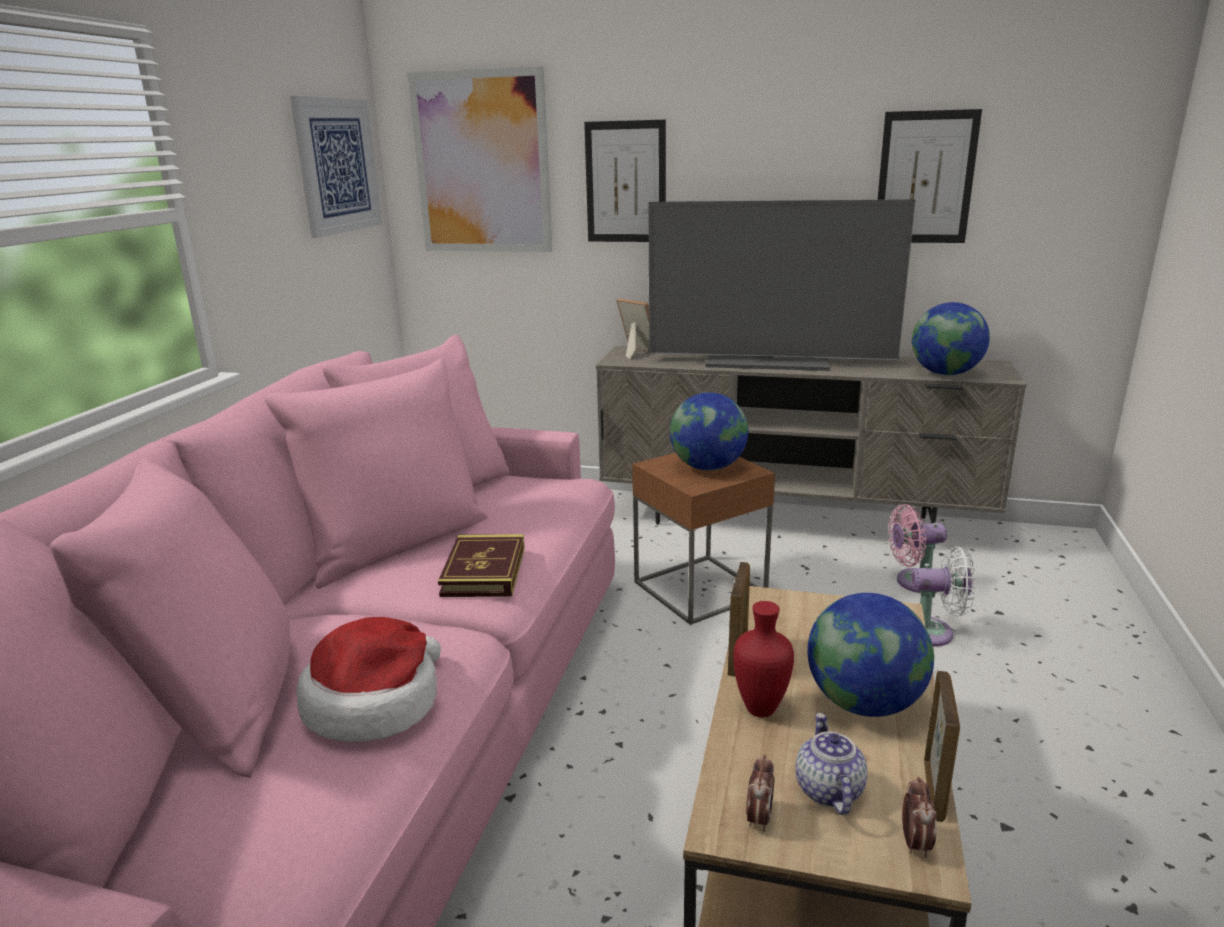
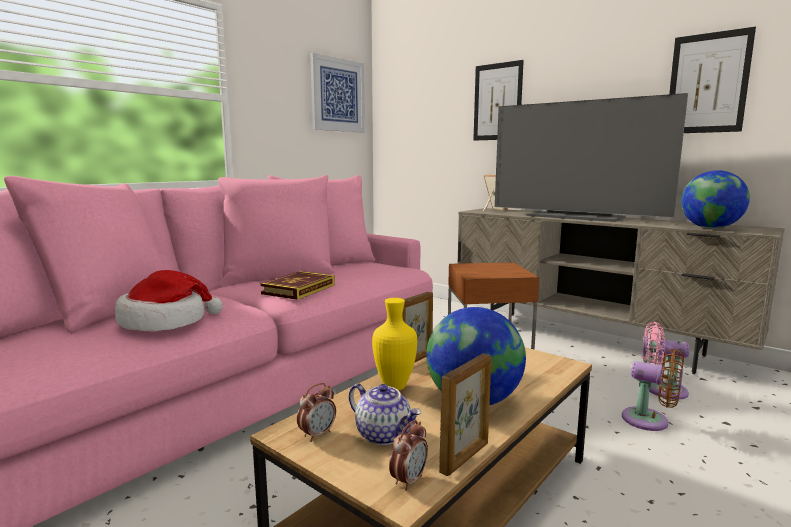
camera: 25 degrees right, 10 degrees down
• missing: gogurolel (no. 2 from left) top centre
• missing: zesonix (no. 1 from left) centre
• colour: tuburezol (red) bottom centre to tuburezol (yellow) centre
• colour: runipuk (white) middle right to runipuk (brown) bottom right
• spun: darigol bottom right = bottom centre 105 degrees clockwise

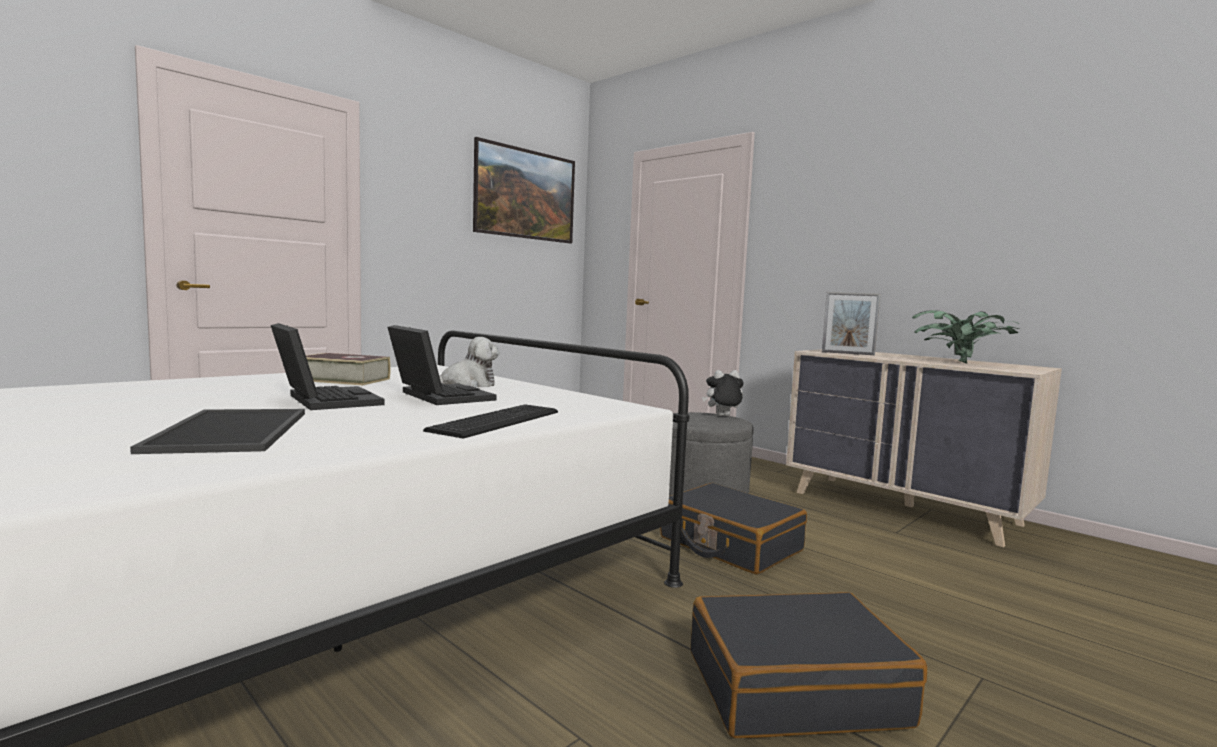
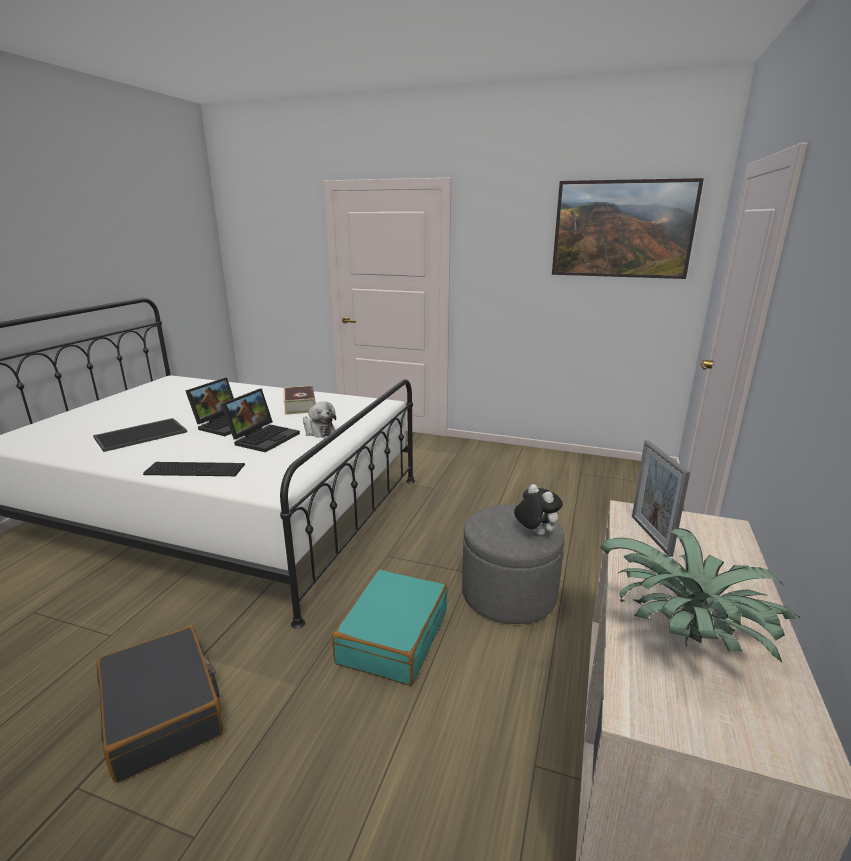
camera: 65 degrees right, 15 degrees up
• colour: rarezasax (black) (no. 1 from left) bottom centre to rarezasax (turquoise) bottom centre

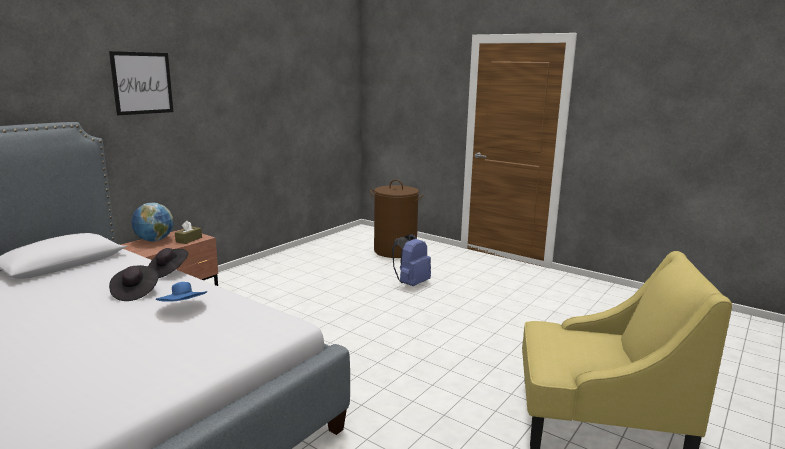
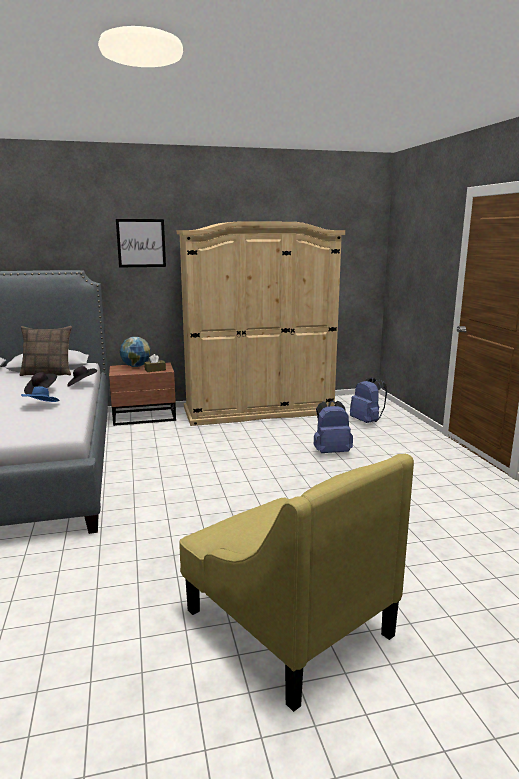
camera: 40 degrees right, 0 degrees up
• appeared: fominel middle left
• appeared: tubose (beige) centre
• exchanged: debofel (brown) centre to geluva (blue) (no. 2 from left) middle right

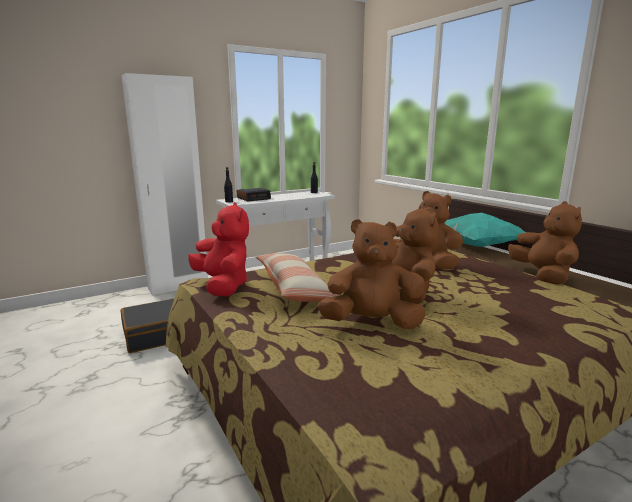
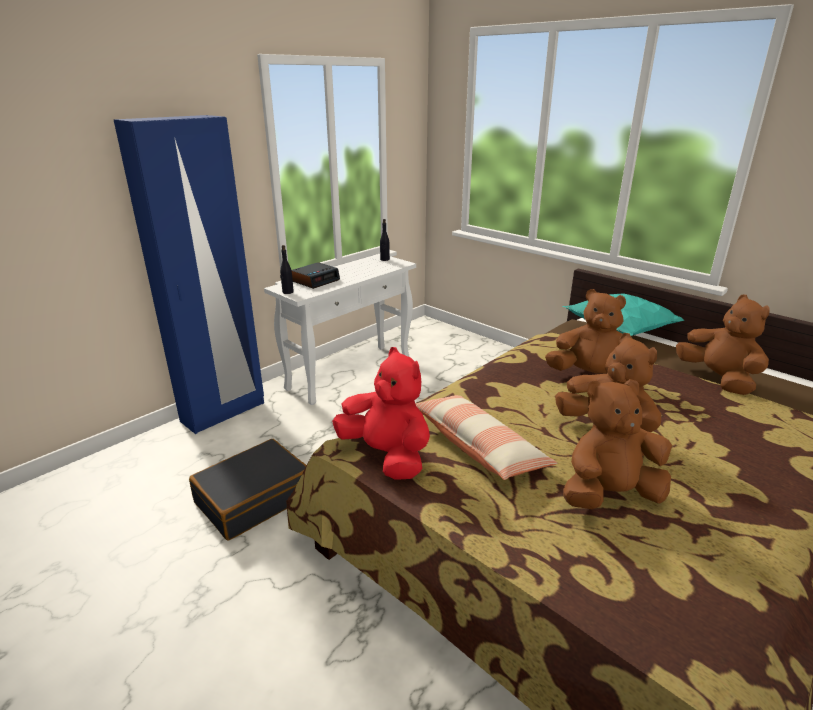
camera: 15 degrees left, 10 degrees up
• colour: tubose (white) middle left to tubose (blue) middle left

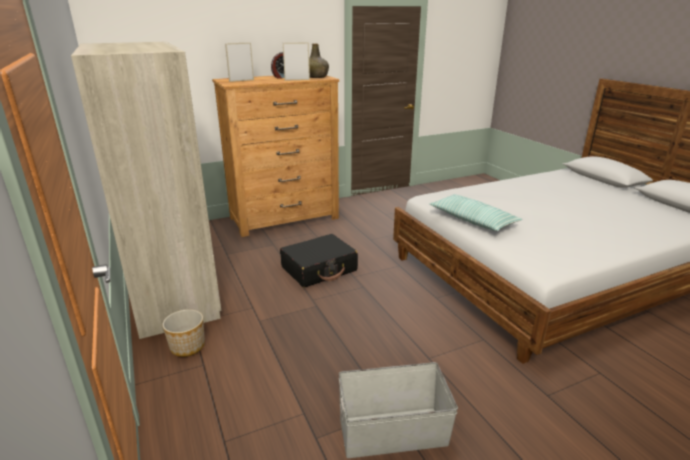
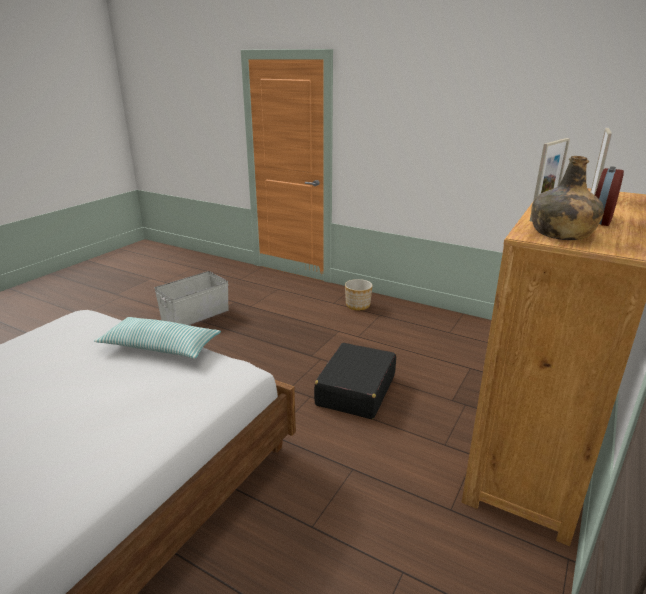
camera: 145 degrees right, 0 degrees up
• missing: tubose (beige) middle left

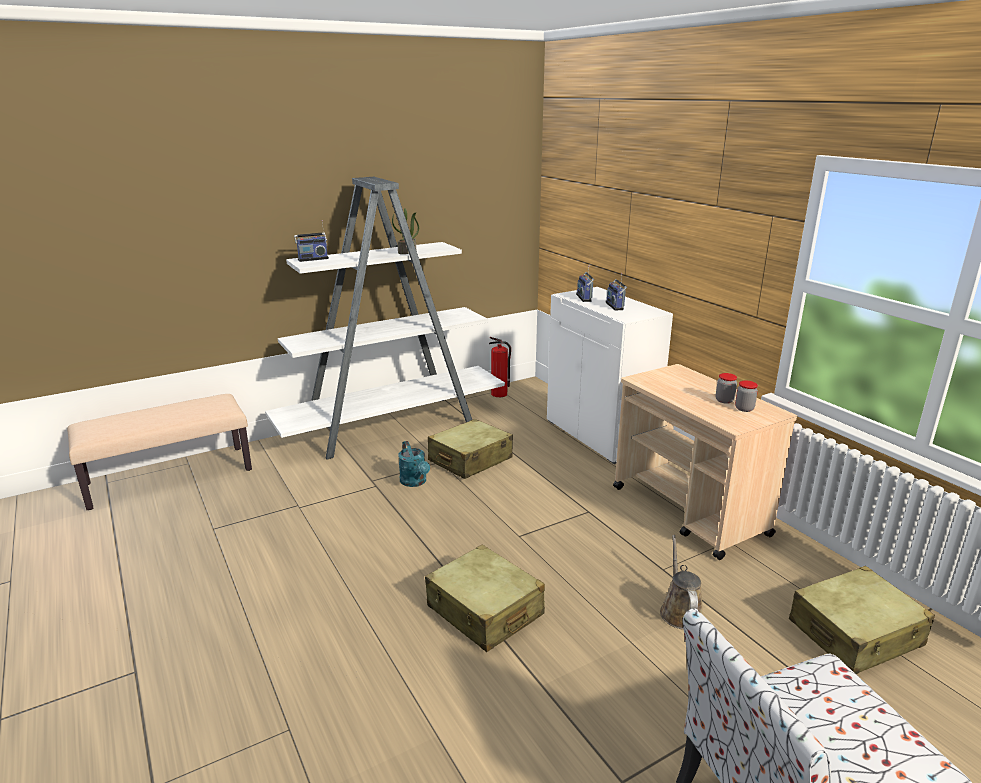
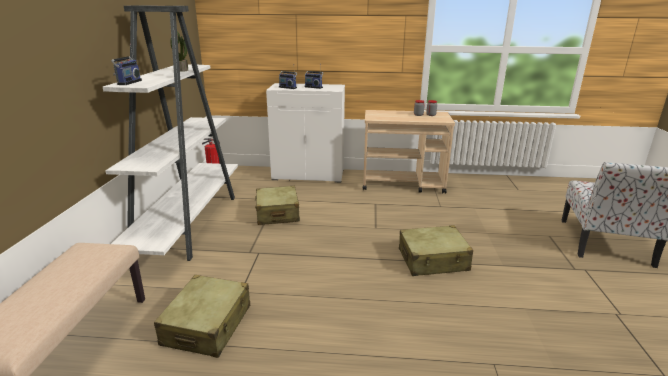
camera: 55 degrees left, 0 degrees up
• missing: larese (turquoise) centre
• missing: larese (brown) bottom right
• relocated: rarezasax (beige) (no. 3 from left in the first image) bottom right to rarezasax (beige) (no. 1 from left) bottom left

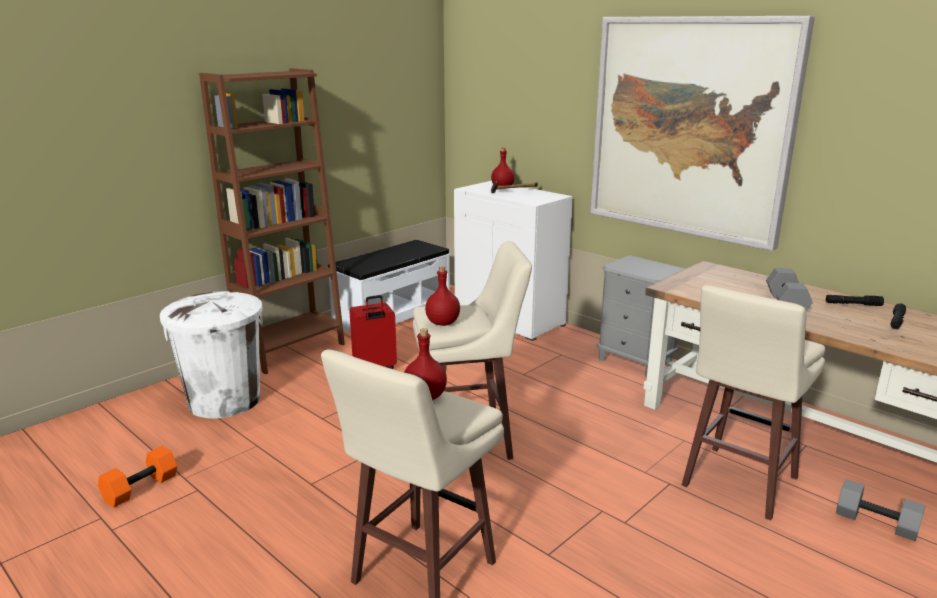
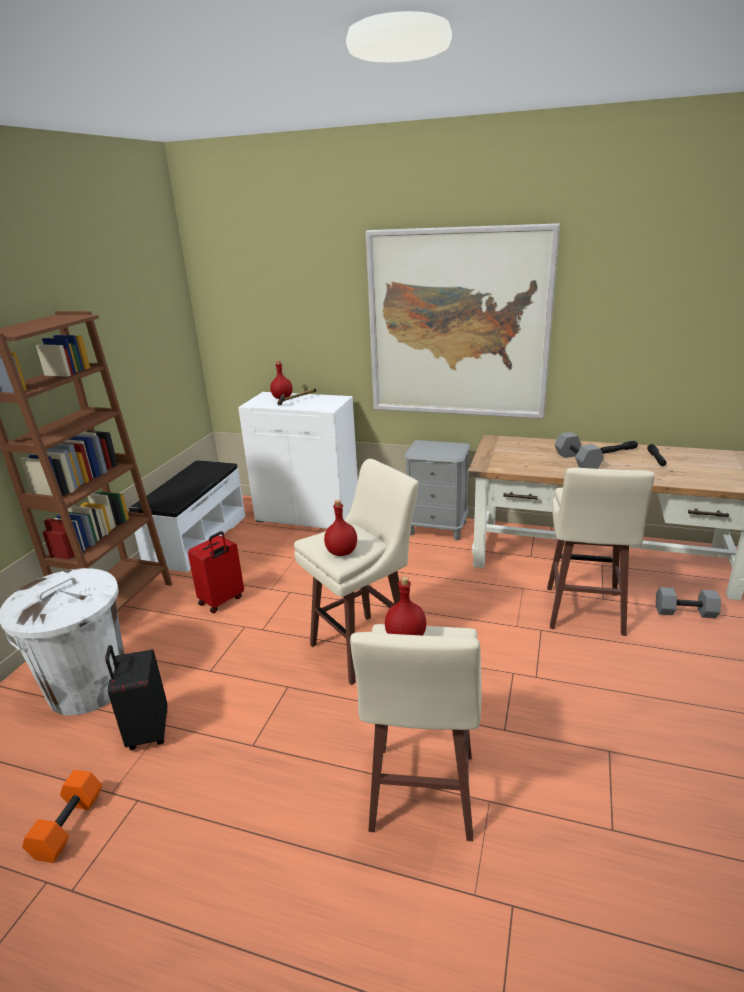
camera: 25 degrees left, 5 degrees up
• appeared: rarezasax (black) bottom left

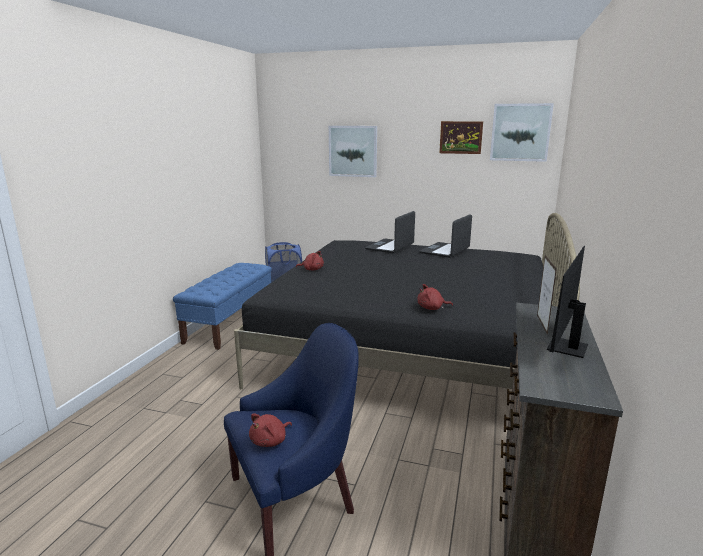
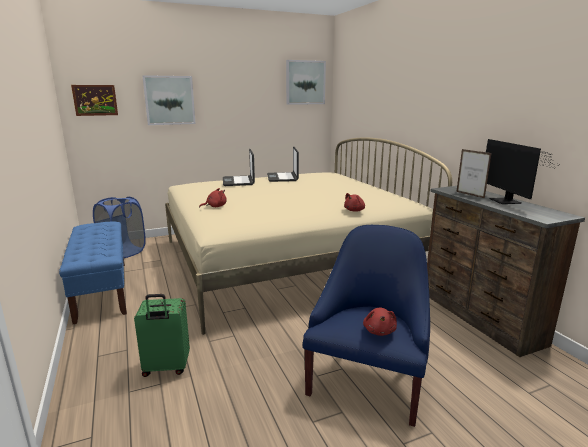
camera: 40 degrees left, 0 degrees up
• appeared: rarezasax (green) bottom left
• relocated: gogurolel (no. 2 from left in the first image) top centre to gogurolel (no. 1 from left) top left
• colour: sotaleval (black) centre to sotaleval (beige) centre

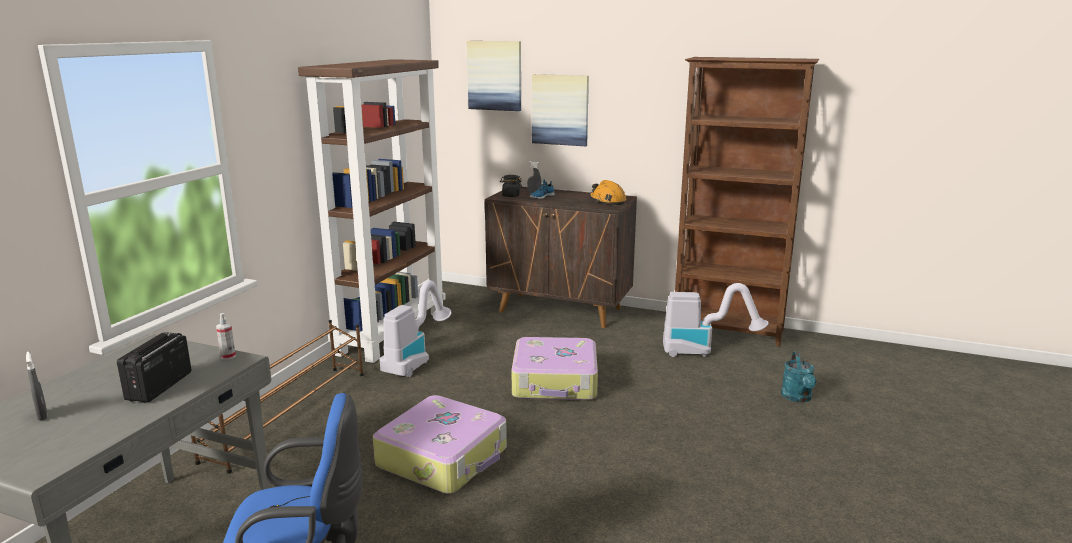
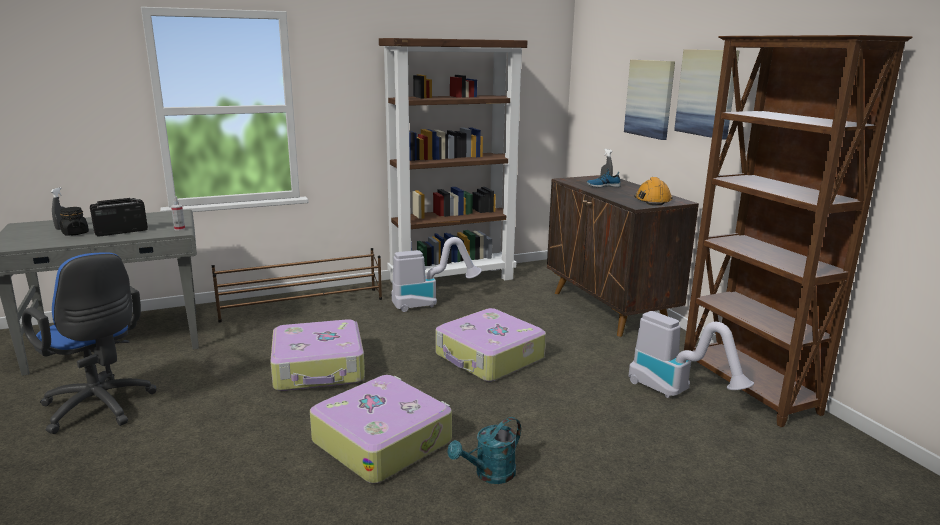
camera: 45 degrees right, 0 degrees up
• appeared: rarezasax (no. 2 from left) bottom centre
• relocated: gogurolel (no. 1 from left in the first image) top centre to gogurolel (no. 2 from left) top right
• relocated: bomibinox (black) centre to middle left
• relocated: larese (turquoise) bottom right to bottom centre

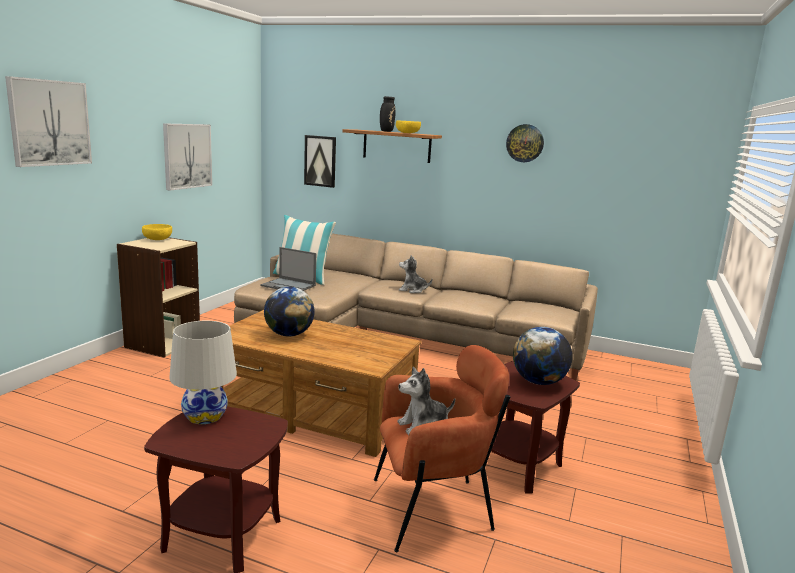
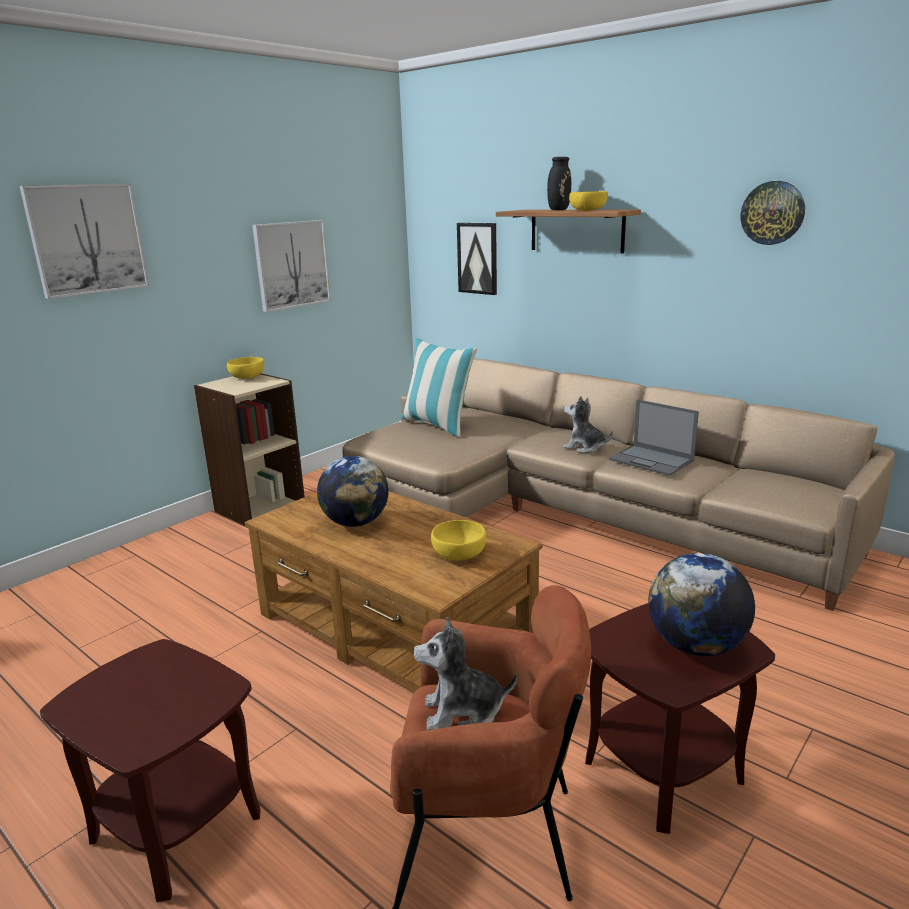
camera: 20 degrees right, 5 degrees up
• missing: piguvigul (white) middle left
• appeared: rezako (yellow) (no. 2 from left) centre
• relocated: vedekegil centre to middle right

